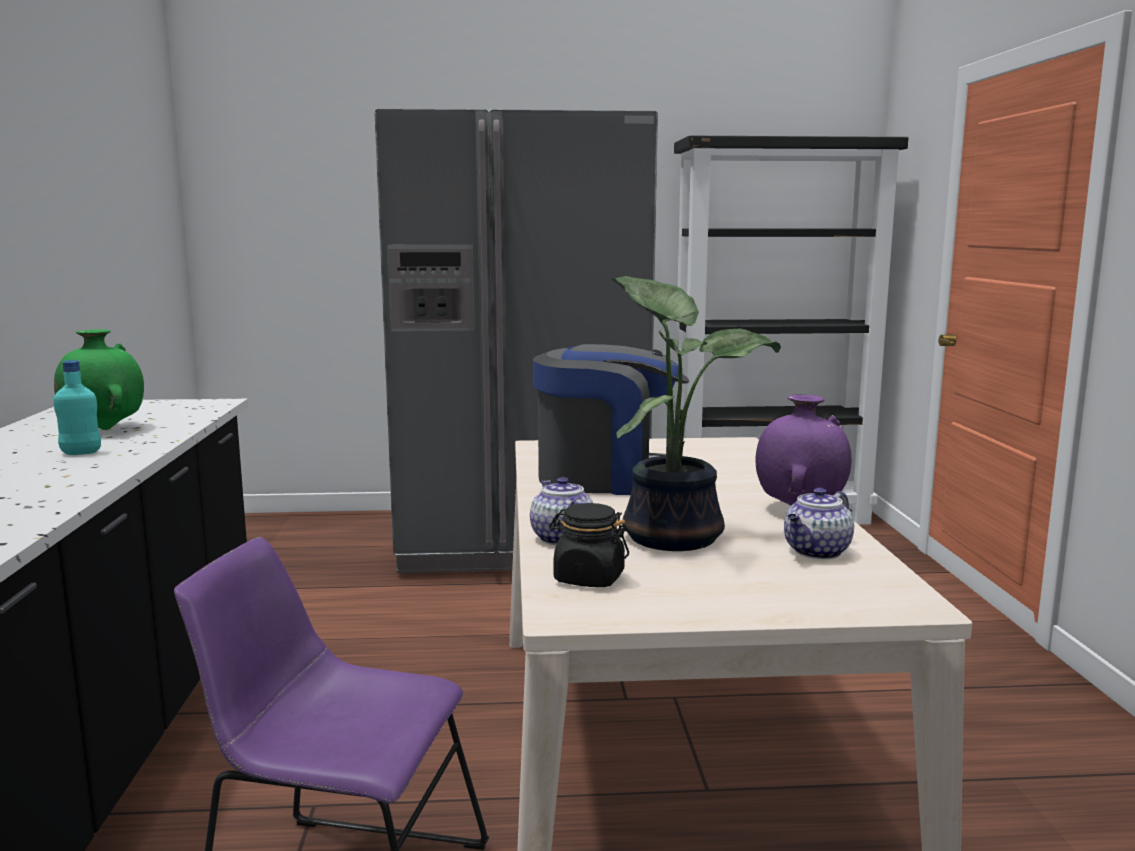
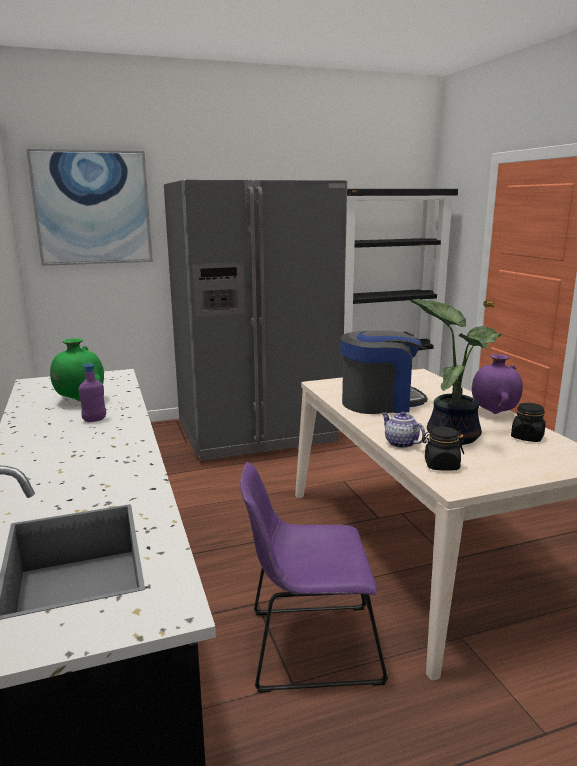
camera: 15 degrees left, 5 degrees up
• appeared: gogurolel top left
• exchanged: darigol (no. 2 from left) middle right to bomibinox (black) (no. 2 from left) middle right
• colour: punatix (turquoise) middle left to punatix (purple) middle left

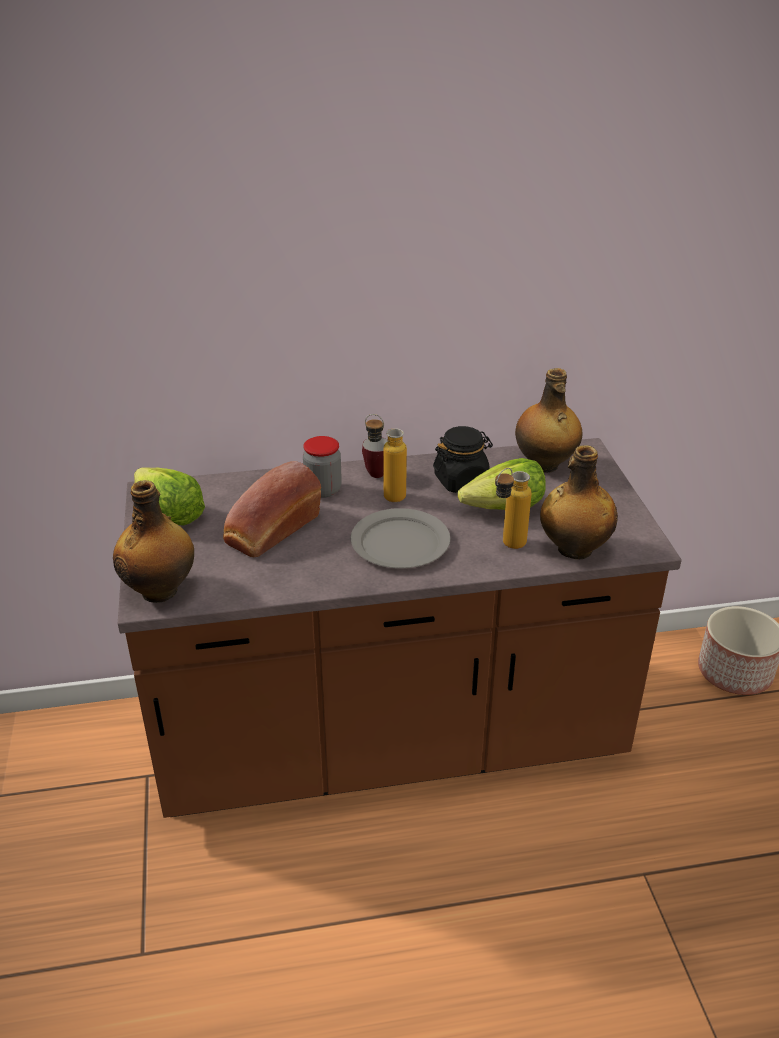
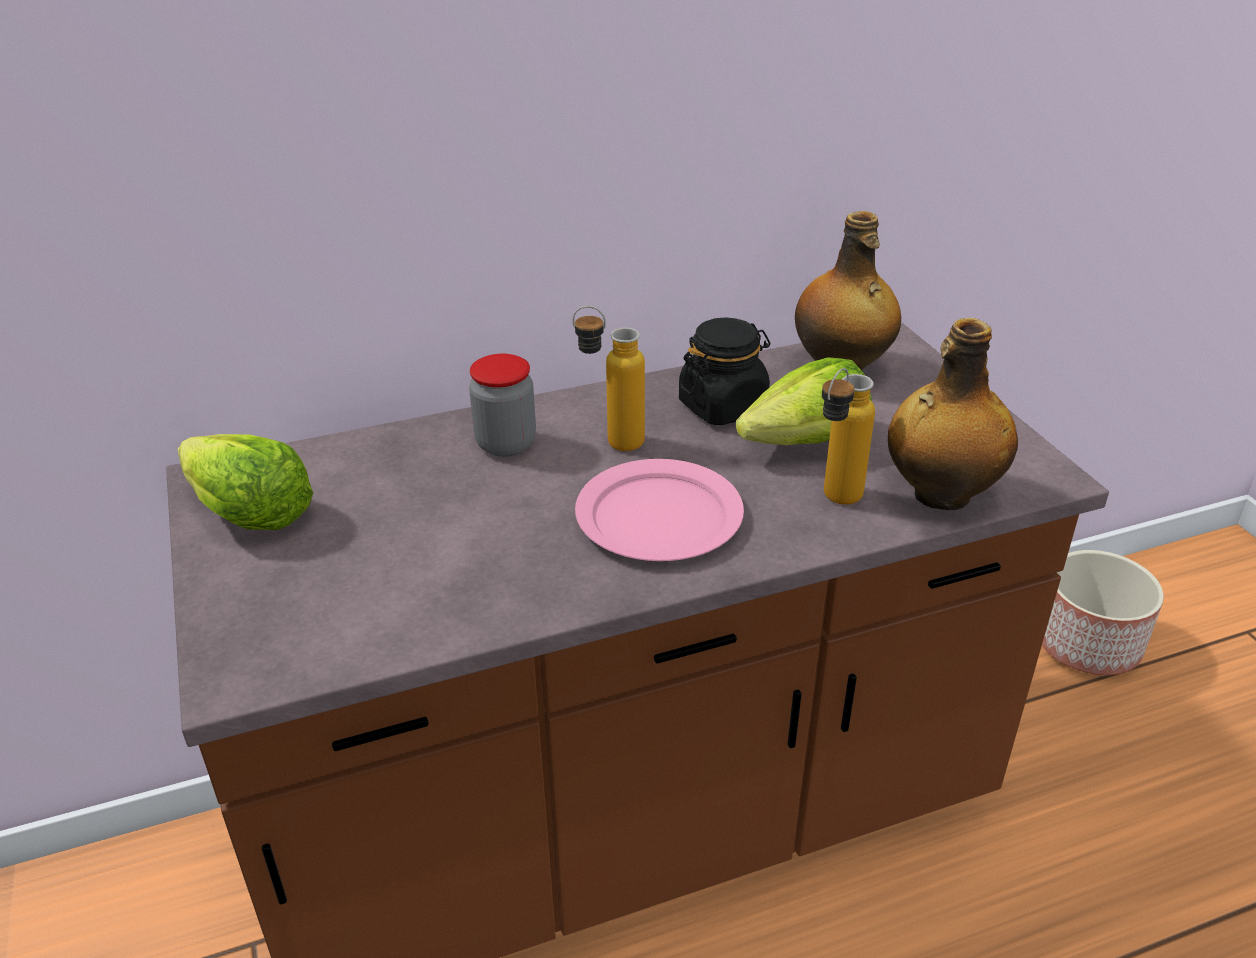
camera: 10 degrees left, 0 degrees up
• missing: punatix (no. 1 from left) middle left
• missing: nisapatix centre
• missing: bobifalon centre
• colour: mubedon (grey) centre to mubedon (pink) centre

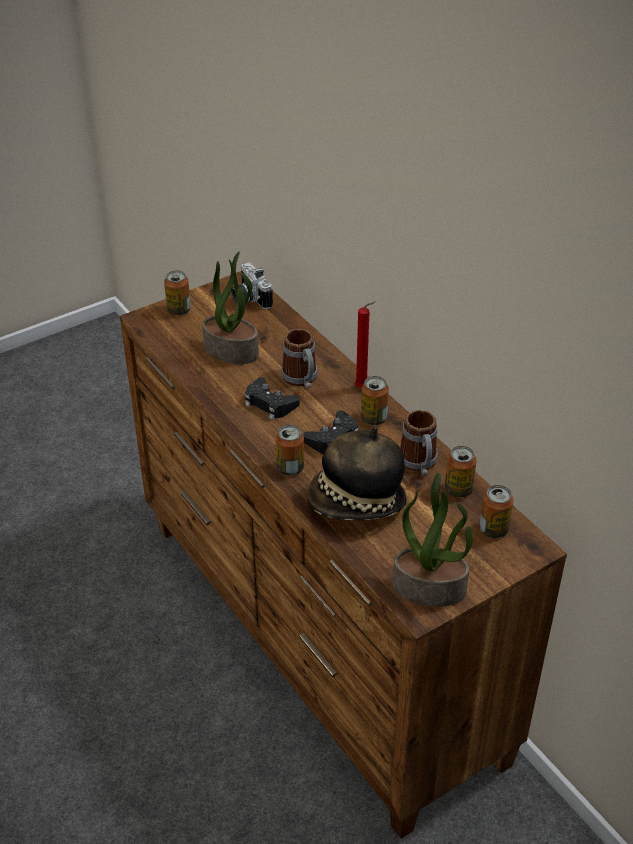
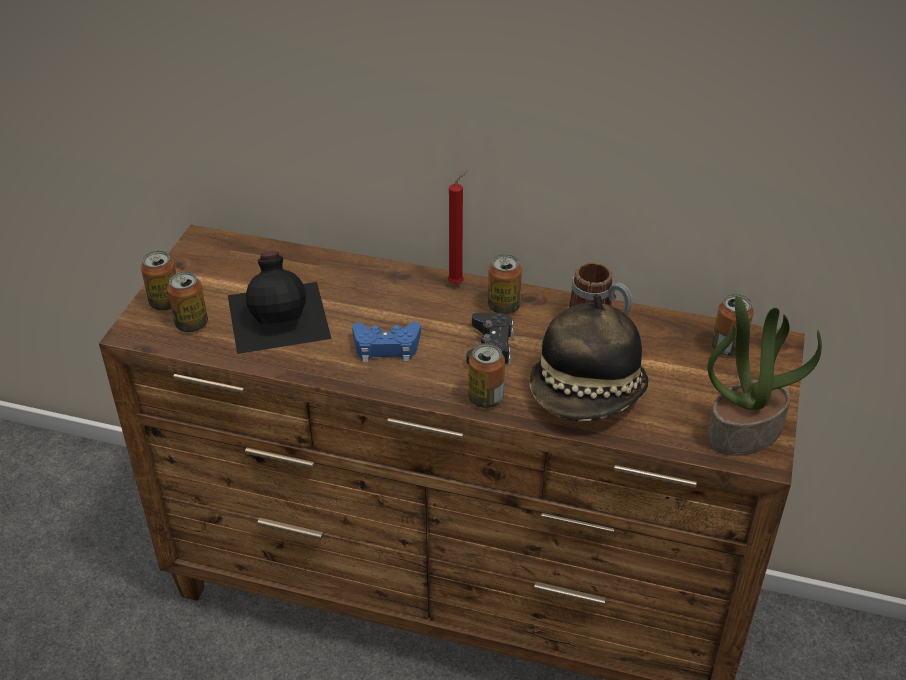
camera: 40 degrees left, 0 degrees up
• missing: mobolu centre
• missing: bobifalon (no. 1 from left) centre
• relocated: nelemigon (no. 4 from left in the first image) middle right to nelemigon (no. 2 from left) middle left
• exchanged: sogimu (no. 1 from left) centre to punatix (black) middle left
• colour: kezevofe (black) (no. 1 from left) centre to kezevofe (blue) centre

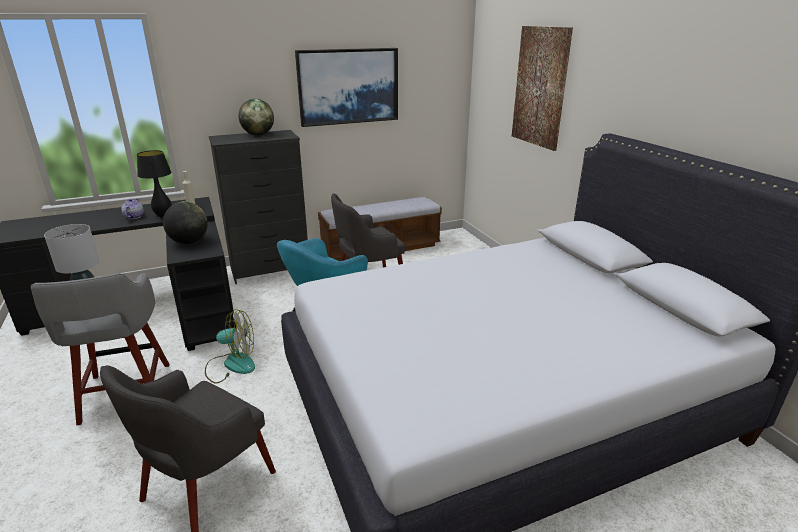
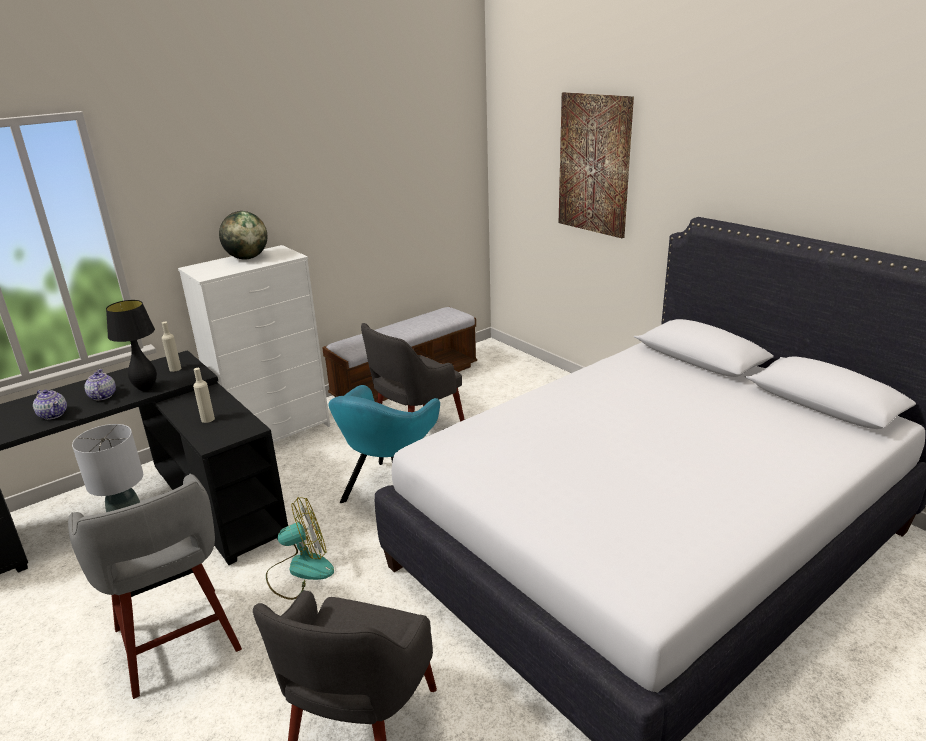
camera: 15 degrees left, 0 degrees up
• missing: gogurolel (no. 1 from left) top centre
• appeared: darigol (no. 1 from left) middle left
• exchanged: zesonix (no. 1 from left) middle left to punatix (beige) (no. 2 from left) middle left
• colour: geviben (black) middle left to geviben (white) middle left

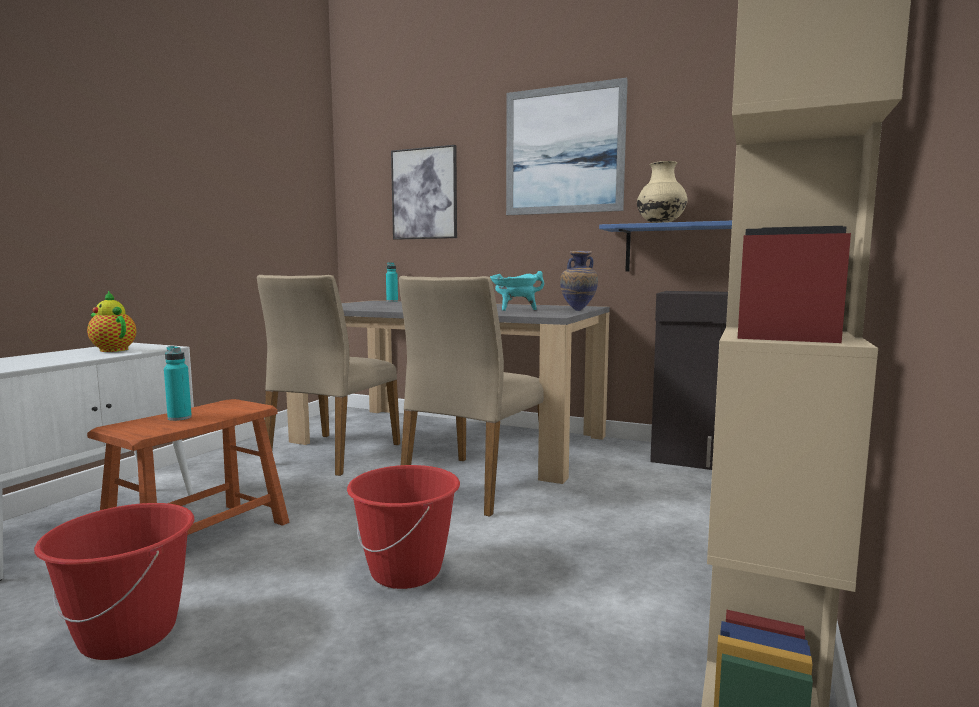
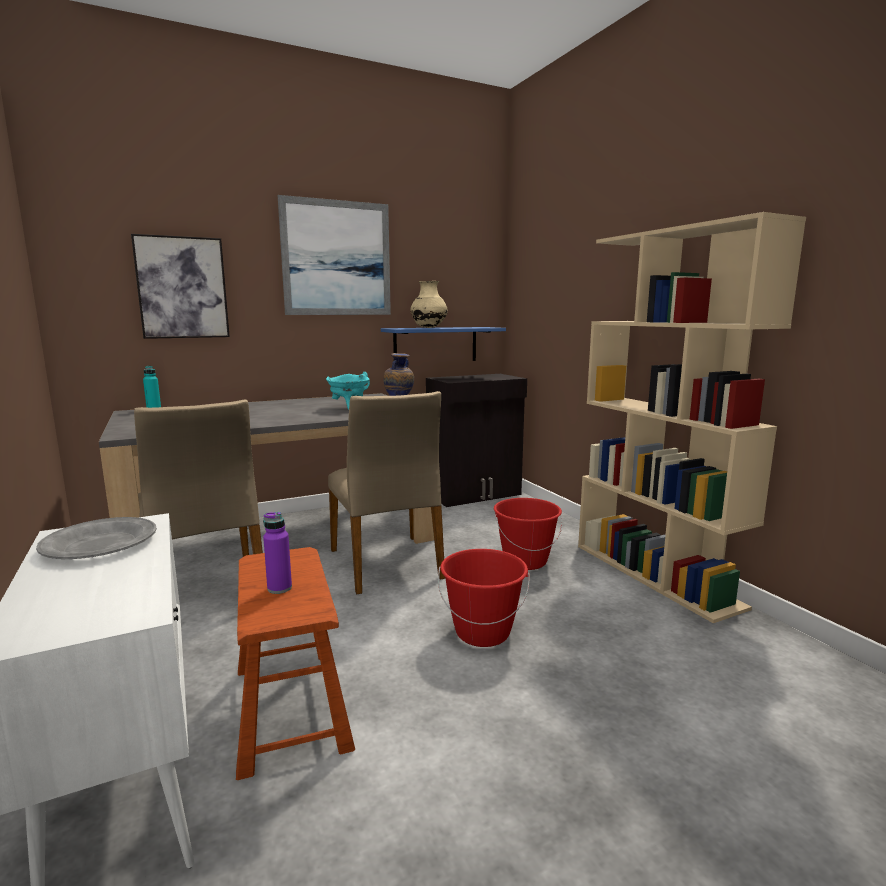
camera: 50 degrees left, 5 degrees up
• relocated: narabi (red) (no. 1 from left in the first image) bottom left to narabi (red) (no. 2 from left) centre
• exchanged: darigol middle left to mubedon (grey) middle left
• colour: punatix (turquoise) (no. 1 from left) middle left to punatix (purple) middle left

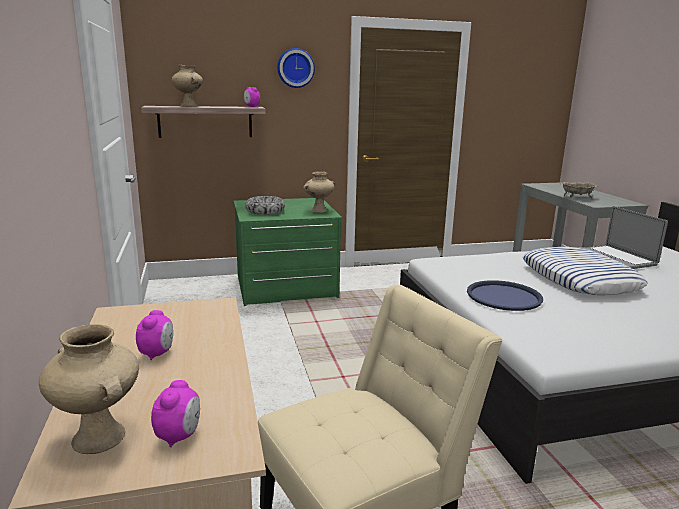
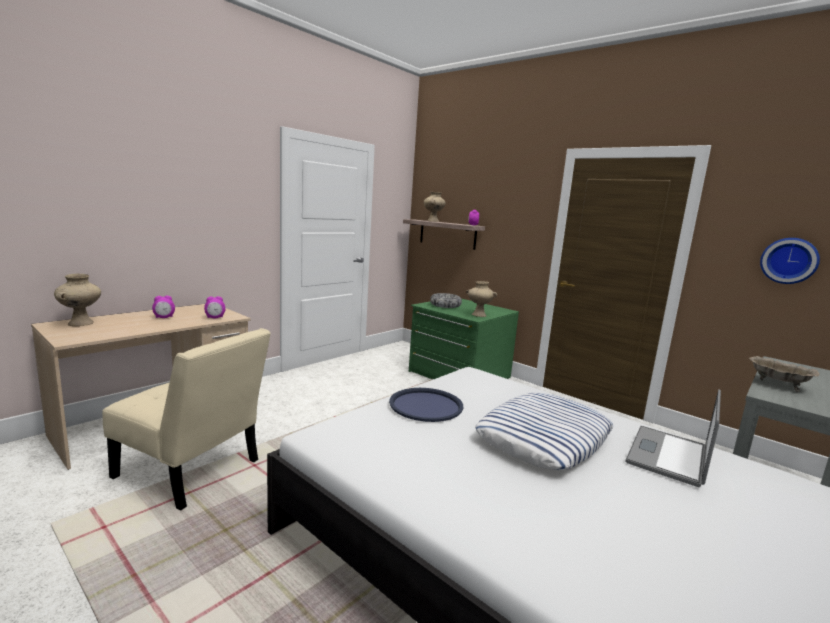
camera: 55 degrees right, 5 degrees down
• relocated: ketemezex (no. 2 from left) bottom left to middle left
• relocated: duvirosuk top centre to middle right

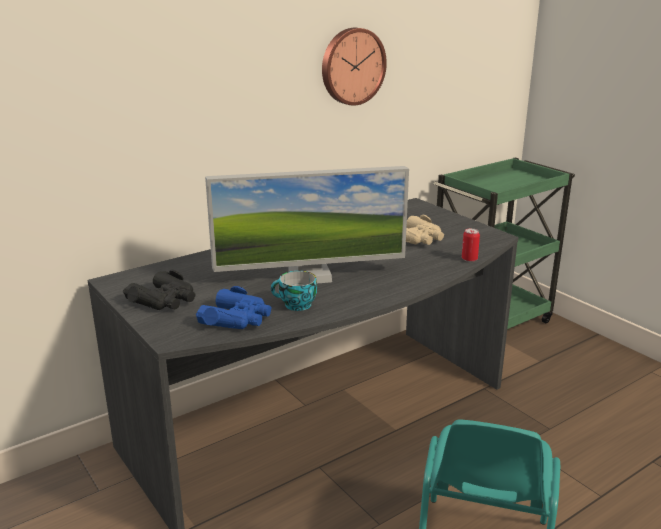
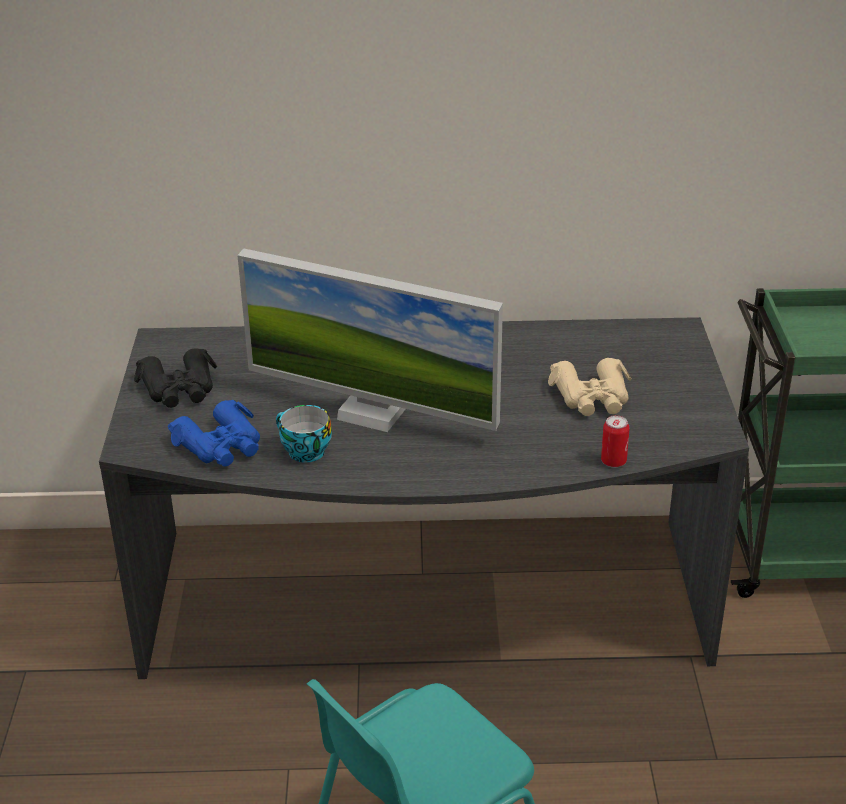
camera: 35 degrees right, 10 degrees up
• missing: duvirosuk top centre

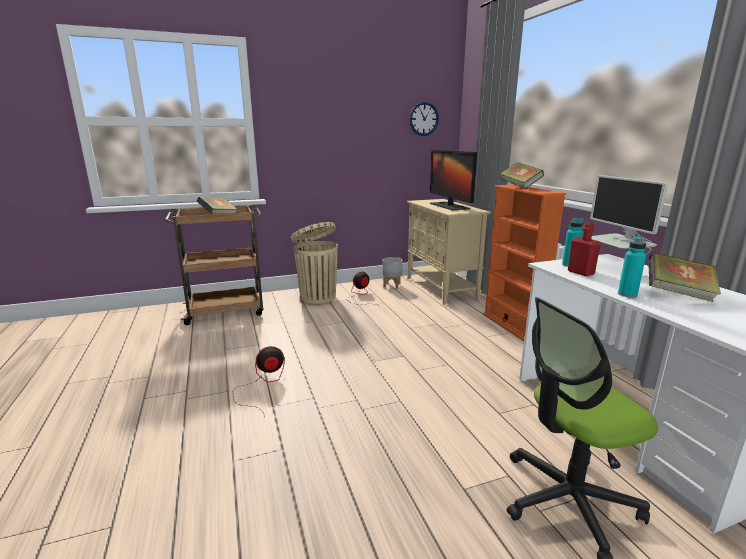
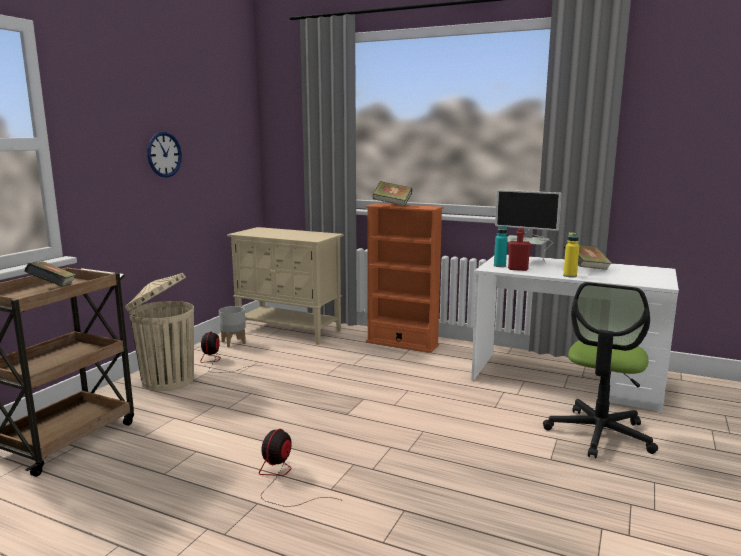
camera: 45 degrees left, 5 degrees down
• missing: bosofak (no. 1 from left) top centre
• relocated: duvirosuk top centre to top left
• colour: punatix (turquoise) (no. 2 from left) middle right to punatix (yellow) middle right

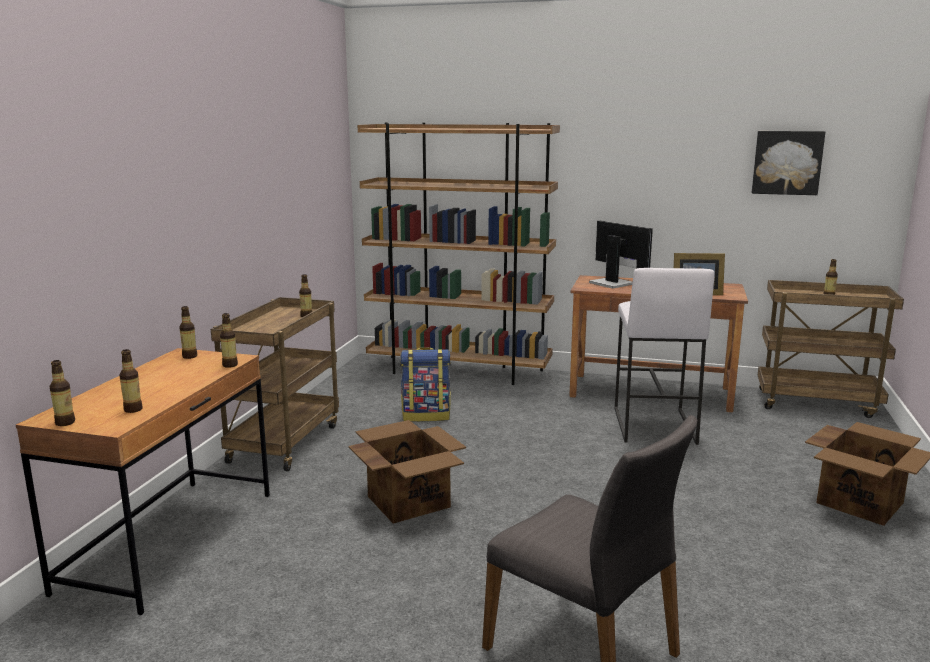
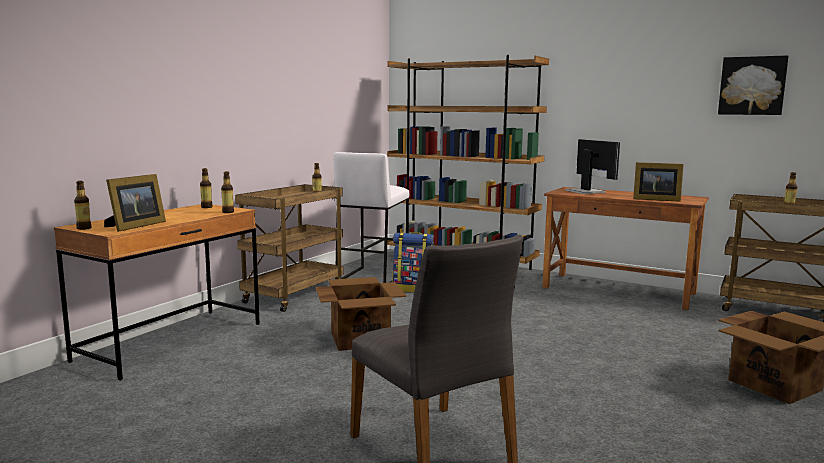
camera: 15 degrees right, 5 degrees down
• relocated: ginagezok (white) middle right to centre
• exchanged: punatix (no. 2 from left) middle left to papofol (no. 1 from left) middle left

